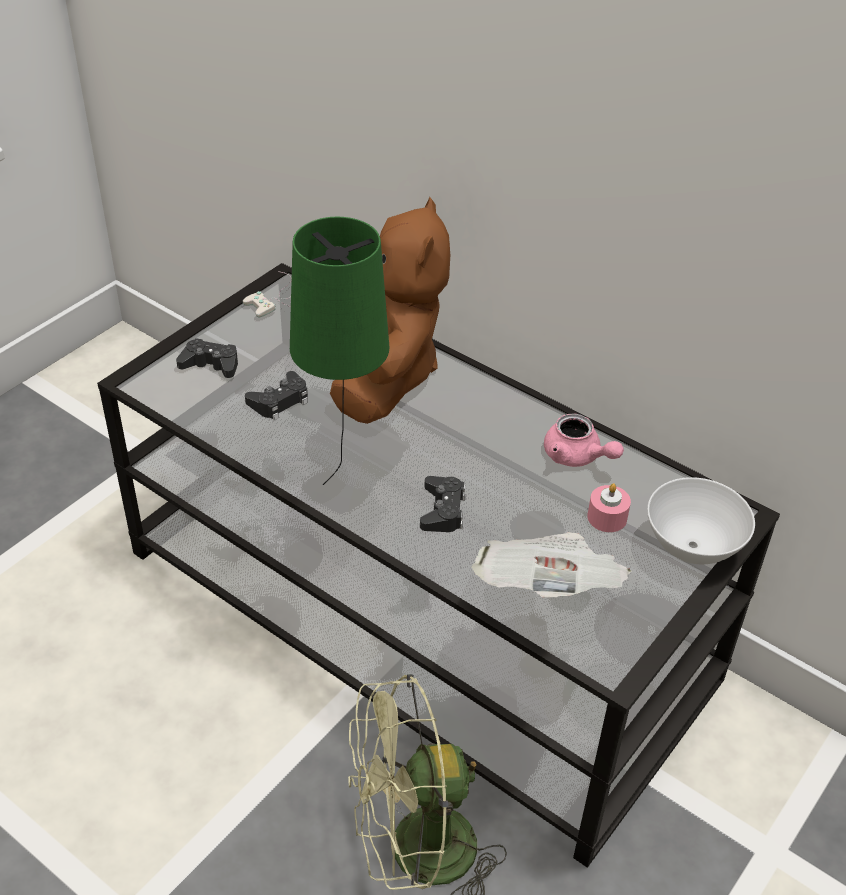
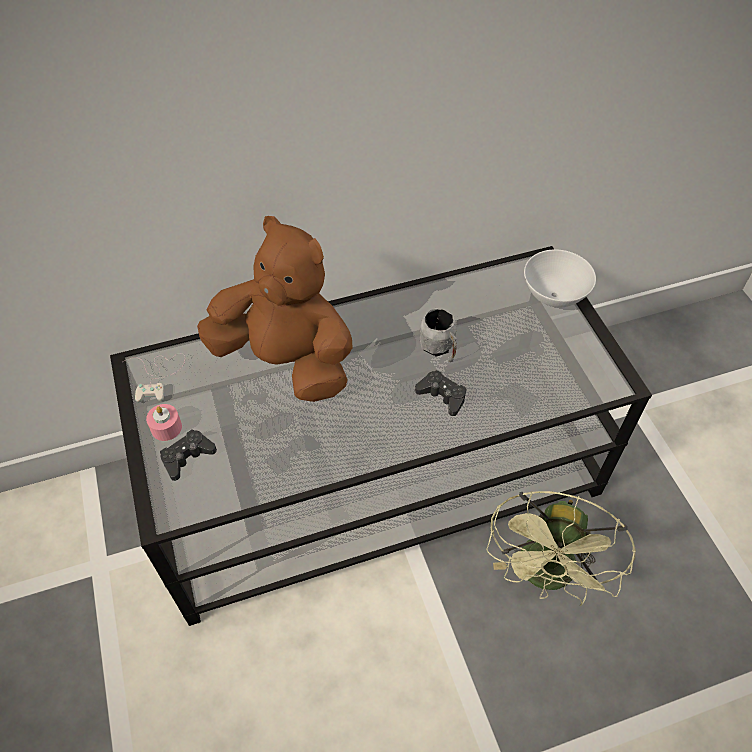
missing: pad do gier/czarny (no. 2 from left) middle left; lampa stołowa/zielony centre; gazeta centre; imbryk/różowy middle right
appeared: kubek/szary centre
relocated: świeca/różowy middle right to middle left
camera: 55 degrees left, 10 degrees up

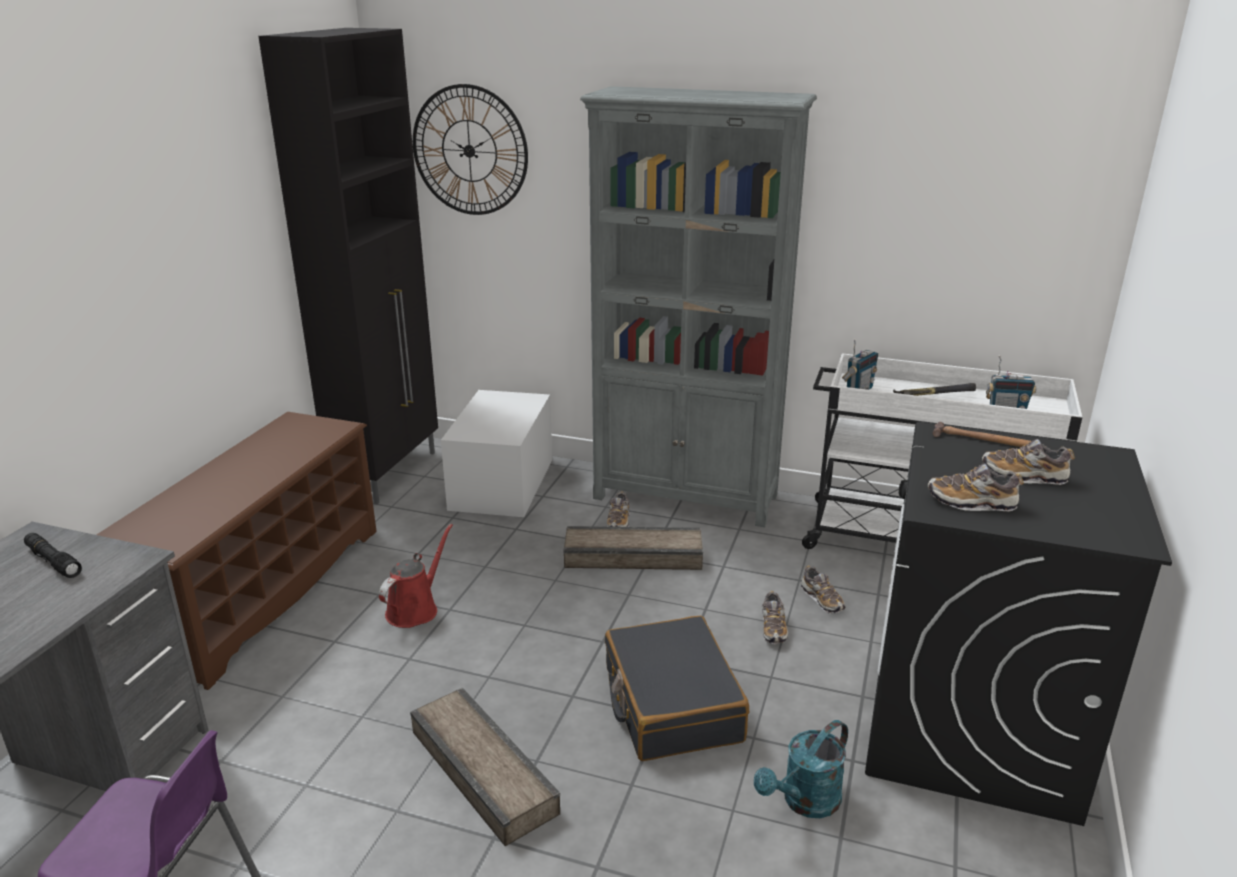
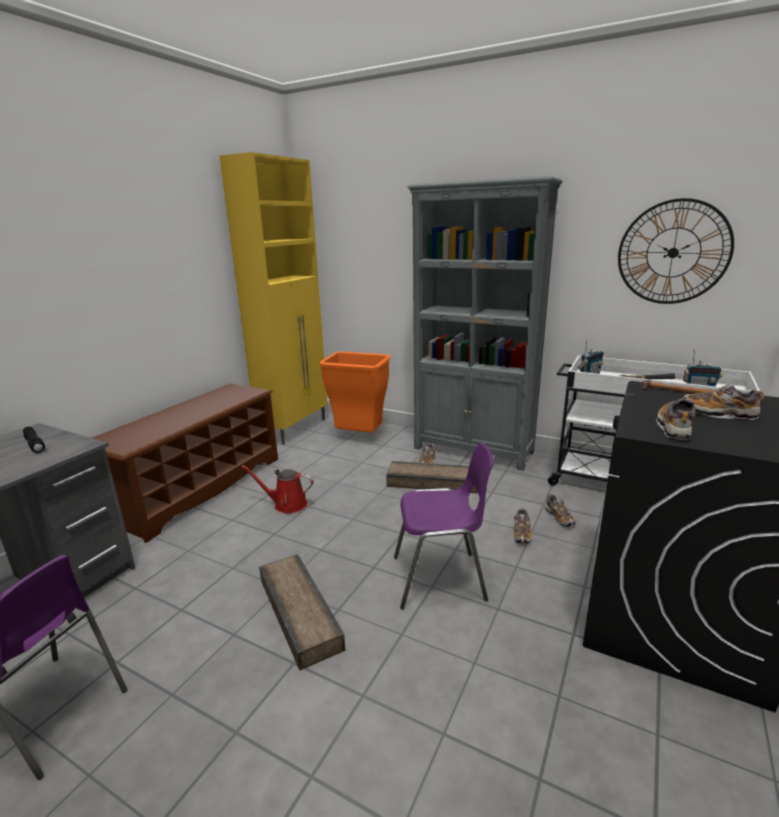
missing: konewka/turkusowy bottom centre
relocated: zegar ścienny top centre to top right
exchanged: pojemnik do przechowywania/biały centre to kosz na śmieci/pomarańczowy centre; walizka/czarny bottom centre to krzesło/fioletowy (no. 2 from left) centre
colour: szafka/czarny top left to szafka/żółty centre
spun: konewka/czerwony centre = centre 120 degrees counterclockwise; but (no. 4 from left) middle right = middle right 90 degrees clockwise
camera: 10 degrees right, 5 degrees down

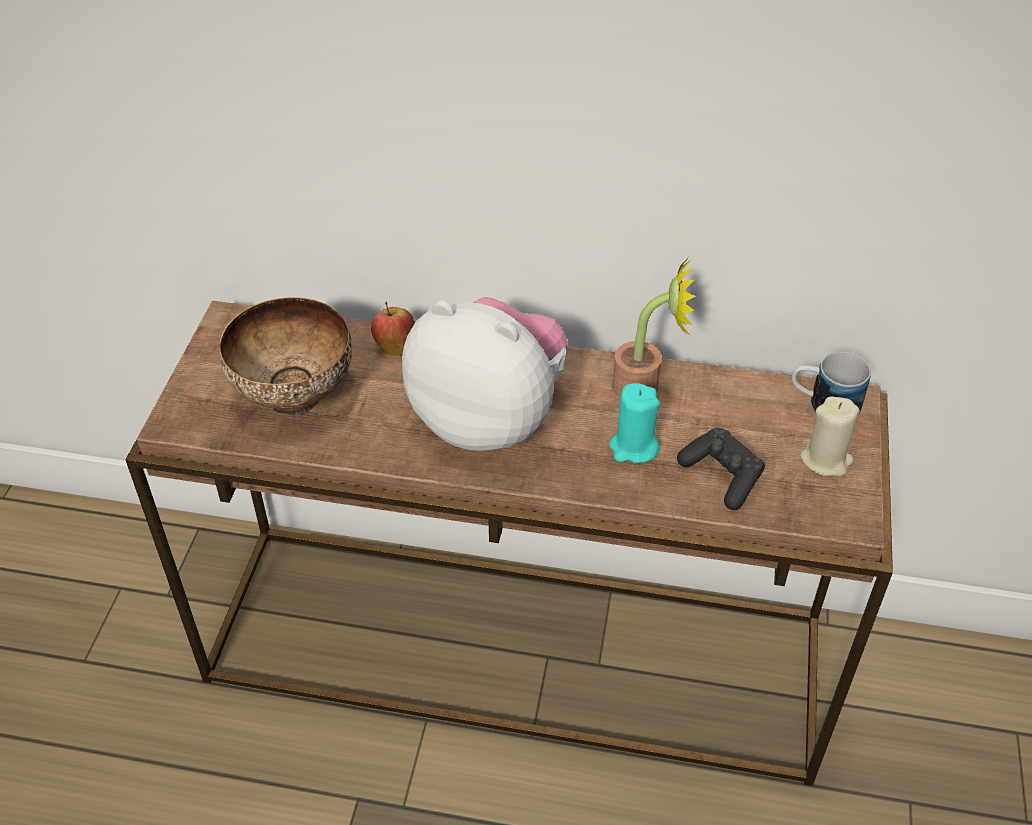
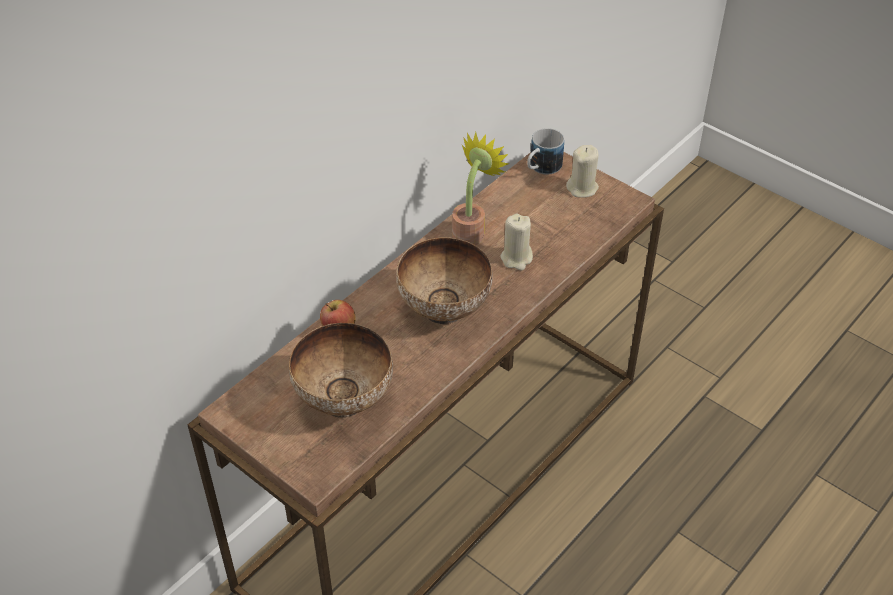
missing: pad do gier/czarny middle right
exchanged: pluszak centre to miska (no. 2 from left) centre
colour: świeca/turkusowy centre to świeca/beżowy (no. 1 from left) centre
camera: 60 degrees left, 0 degrees up

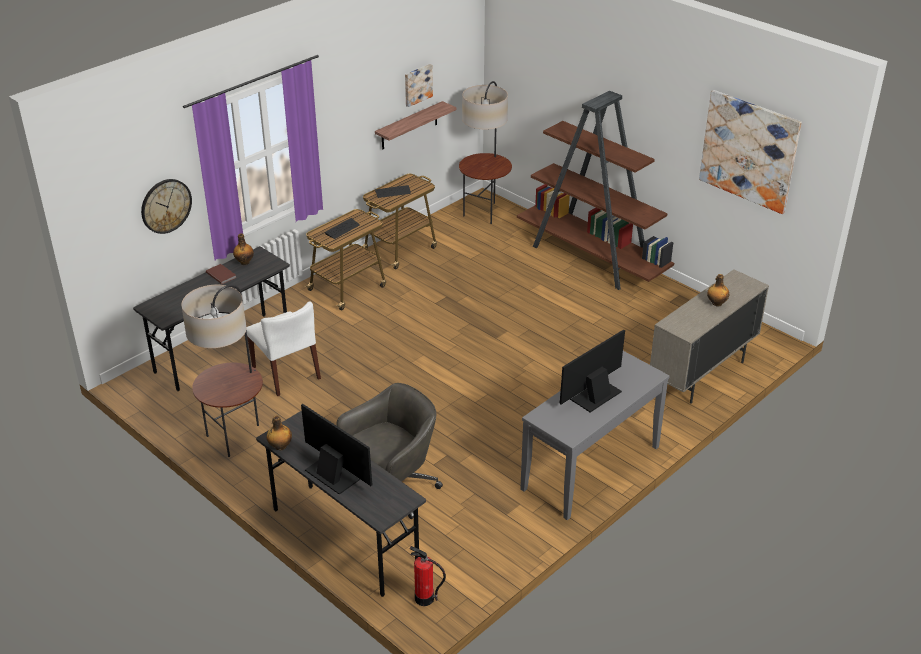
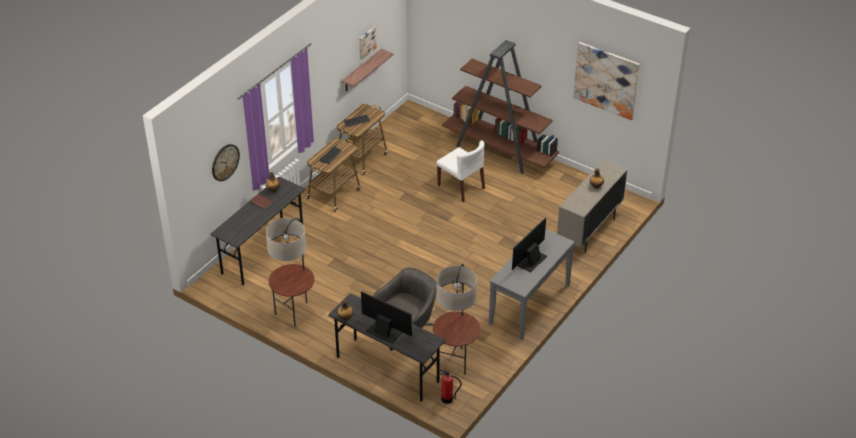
relocated: lampa stojąca (no. 2 from left) top centre to bottom centre; krzesło/biały middle left to centre
camera: 10 degrees left, 5 degrees up

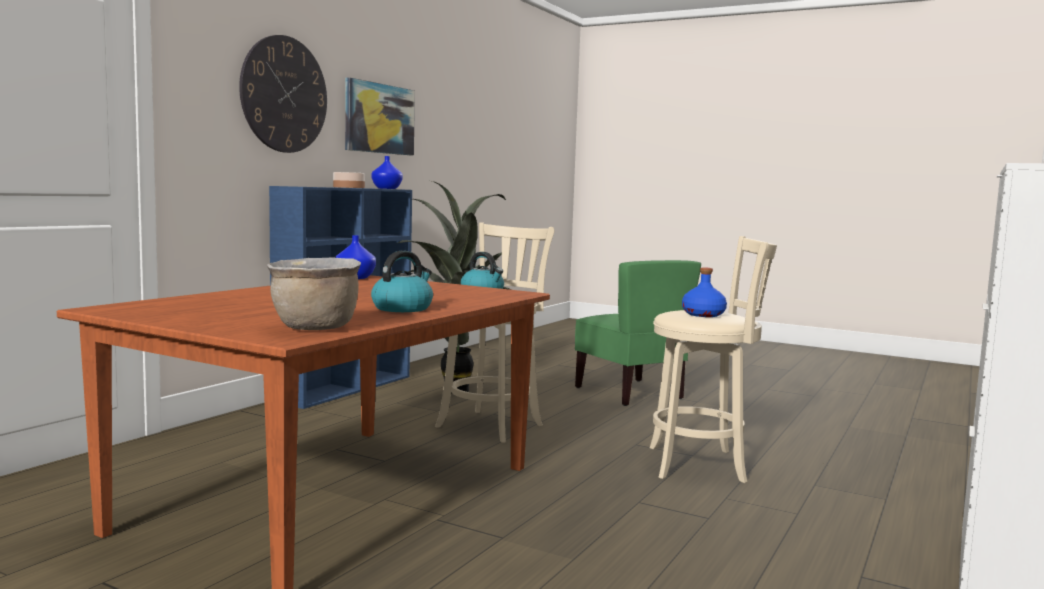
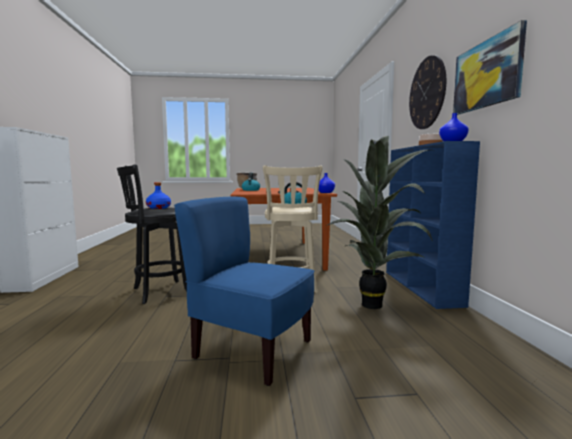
colour: stołek/beżowy (no. 2 from left) middle right to stołek/czarny middle left; krzesło/zielony centre to krzesło/niebieski centre
camera: 145 degrees right, 0 degrees up

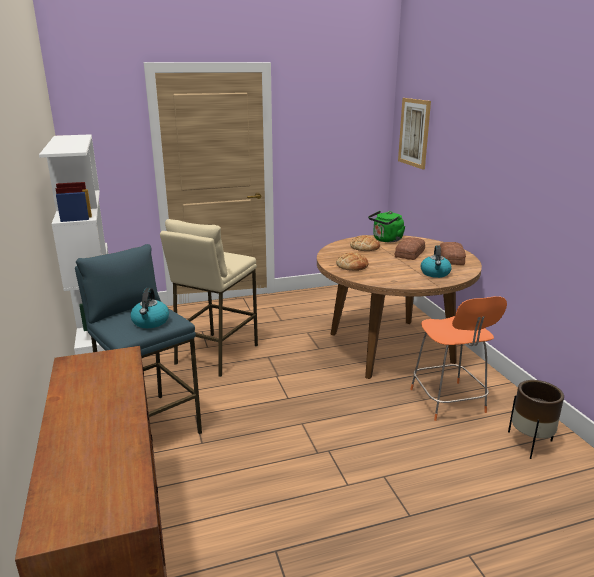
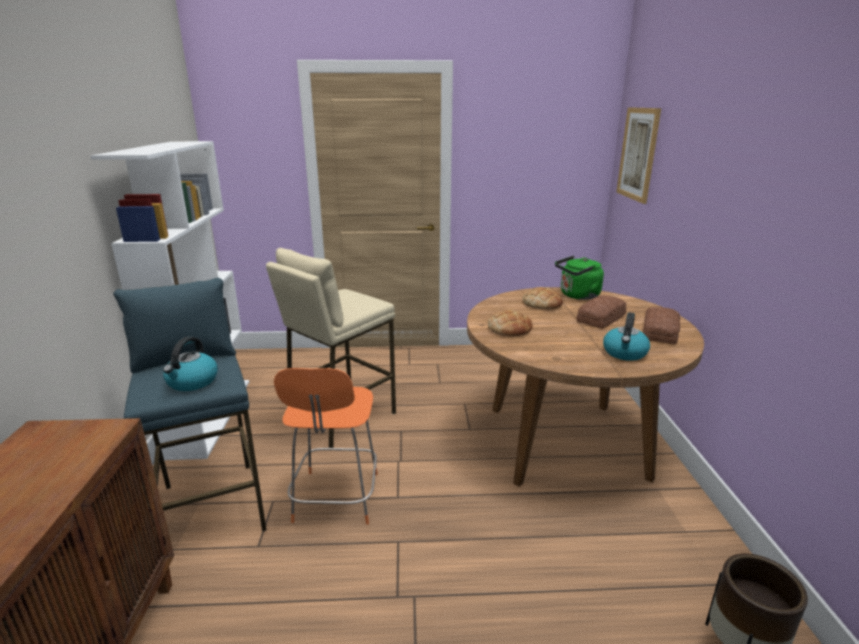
relocated: krzesło/pomarańczowy middle right to bottom centre
camera: 15 degrees right, 0 degrees up

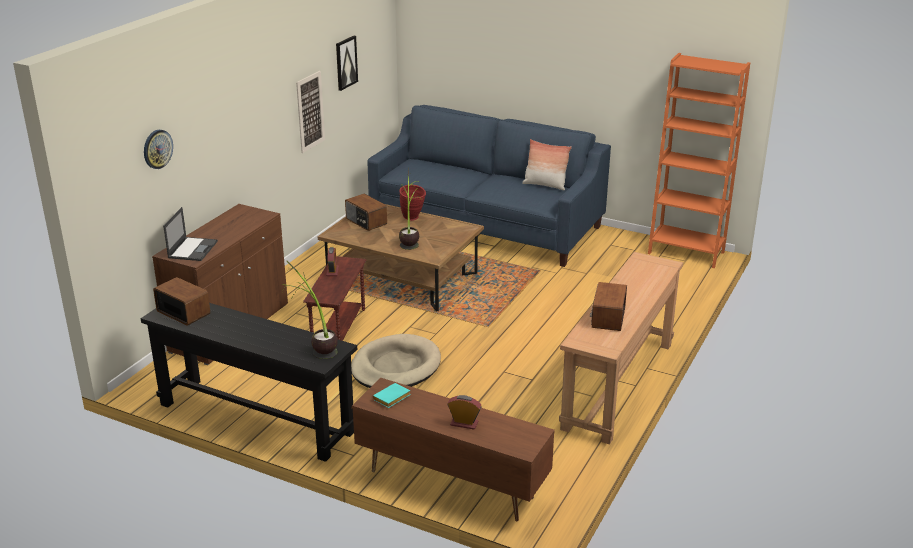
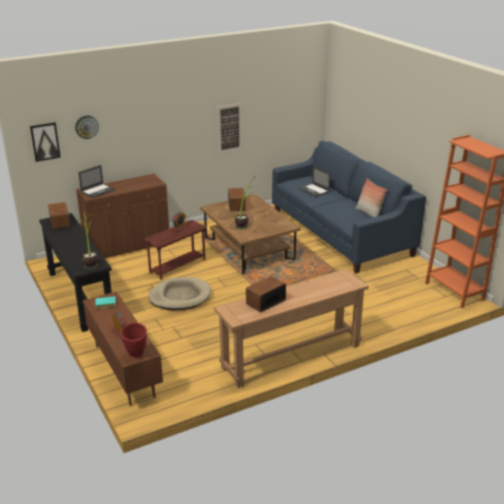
appeared: laptop (no. 2 from left) centre
relocated: obraz (no. 2 from left in the first image) top centre to obraz (no. 1 from left) top left; wazon/czerwony centre to bottom left
camera: 35 degrees right, 0 degrees up

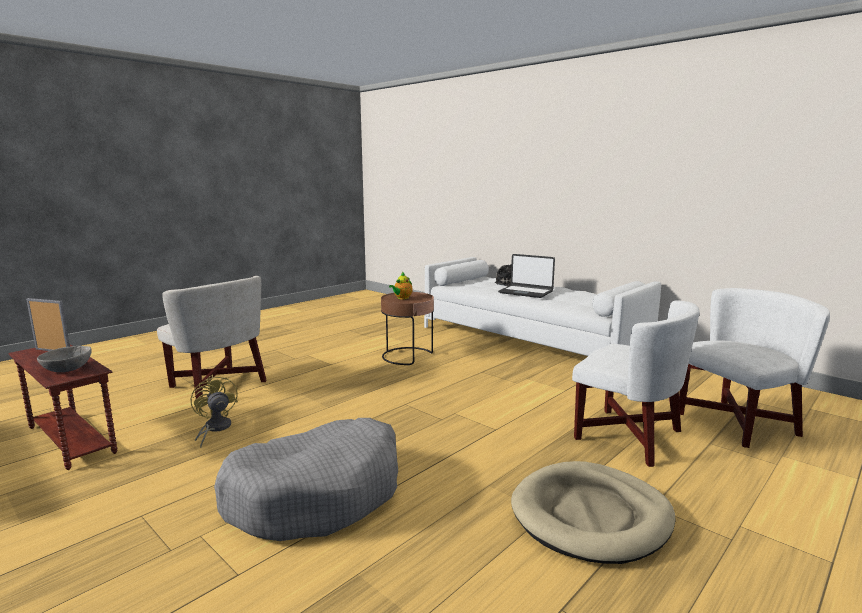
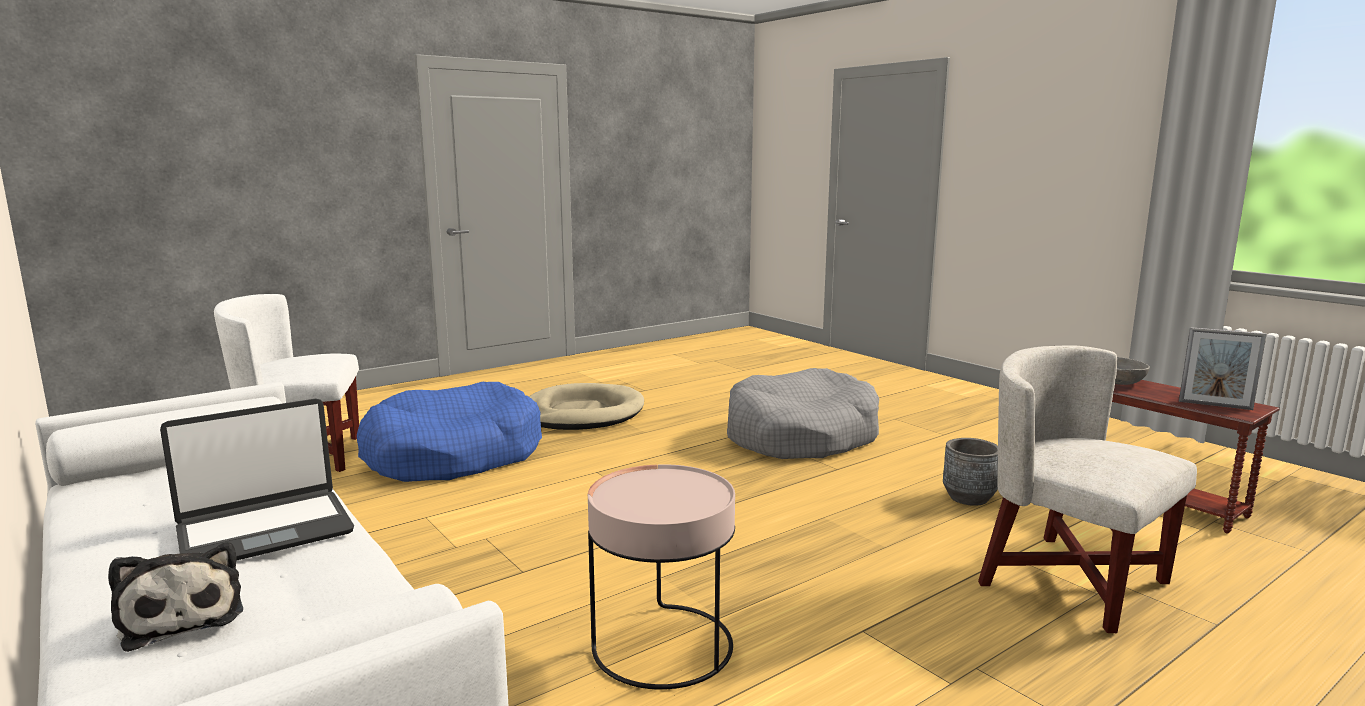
missing: imbryk centre
exchanged: fotel/biały (no. 2 from left) middle right to legowisko/niebieski middle left; wentylator/żółty bottom left to donica/szary bottom right
colour: stolik/brązowy (no. 2 from left) centre to stolik/różowy bottom centre
spun: laptop centre = bottom left 105 degrees clockwise
camera: 170 degrees left, 0 degrees up

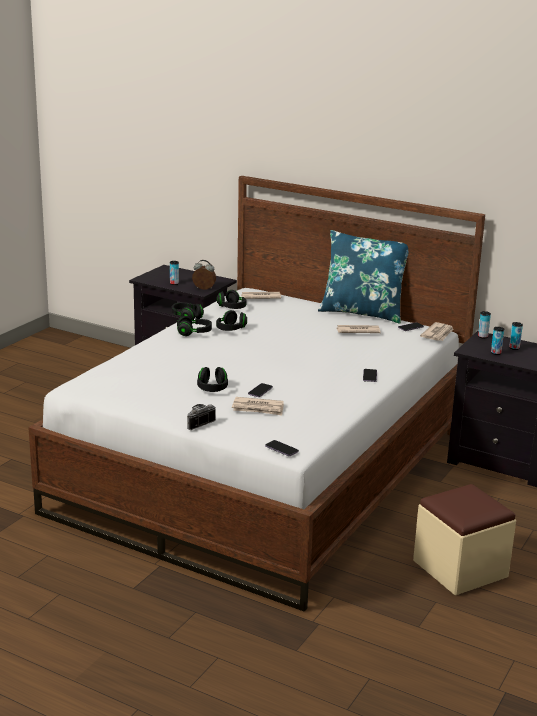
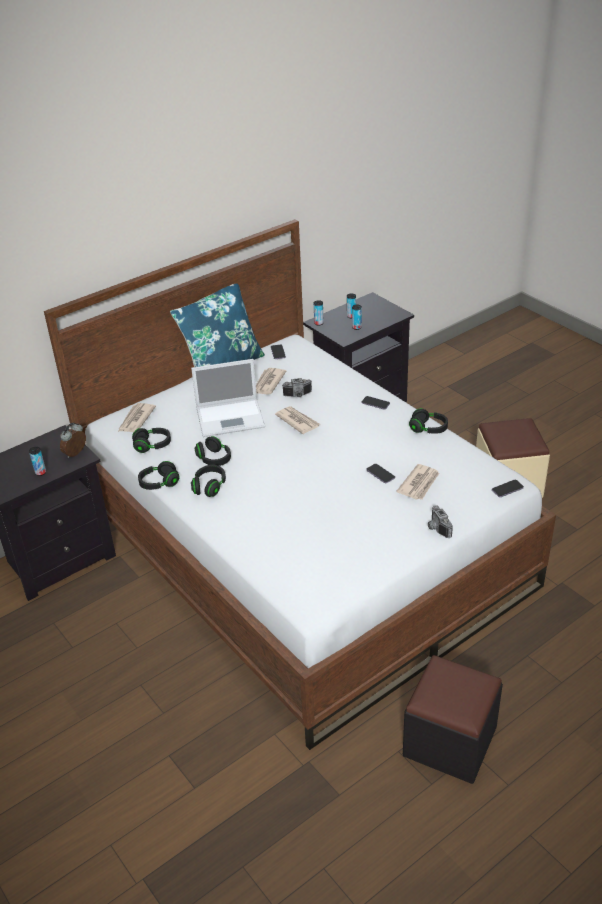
appeared: laptop centre; aparat fotograficzny (no. 1 from left) centre; pufa/czarny bottom right
relocated: gazeta (no. 4 from left in the first image) middle right to gazeta (no. 3 from left) centre; słuchawki/czarny (no. 3 from left in the first image) centre to słuchawki/czarny (no. 5 from left) middle right
camera: 65 degrees left, 15 degrees up

